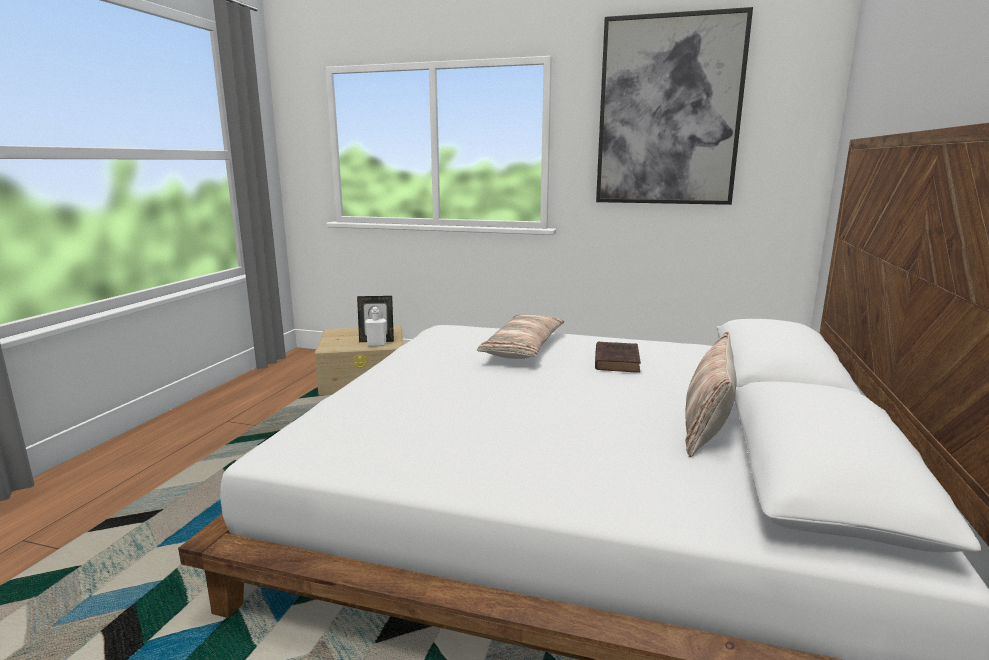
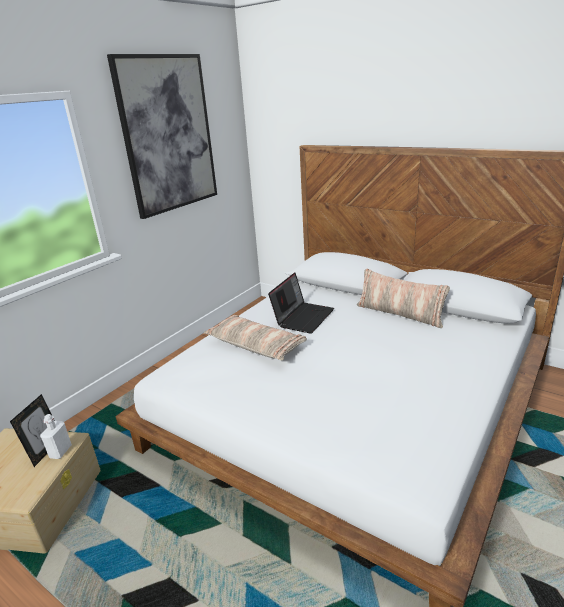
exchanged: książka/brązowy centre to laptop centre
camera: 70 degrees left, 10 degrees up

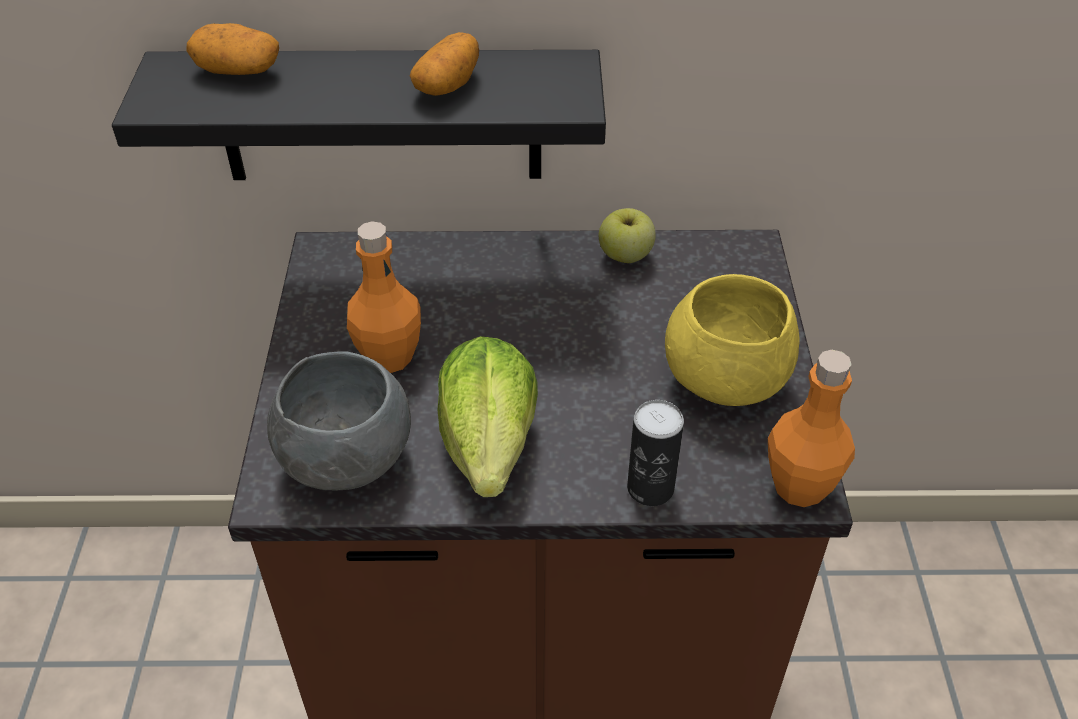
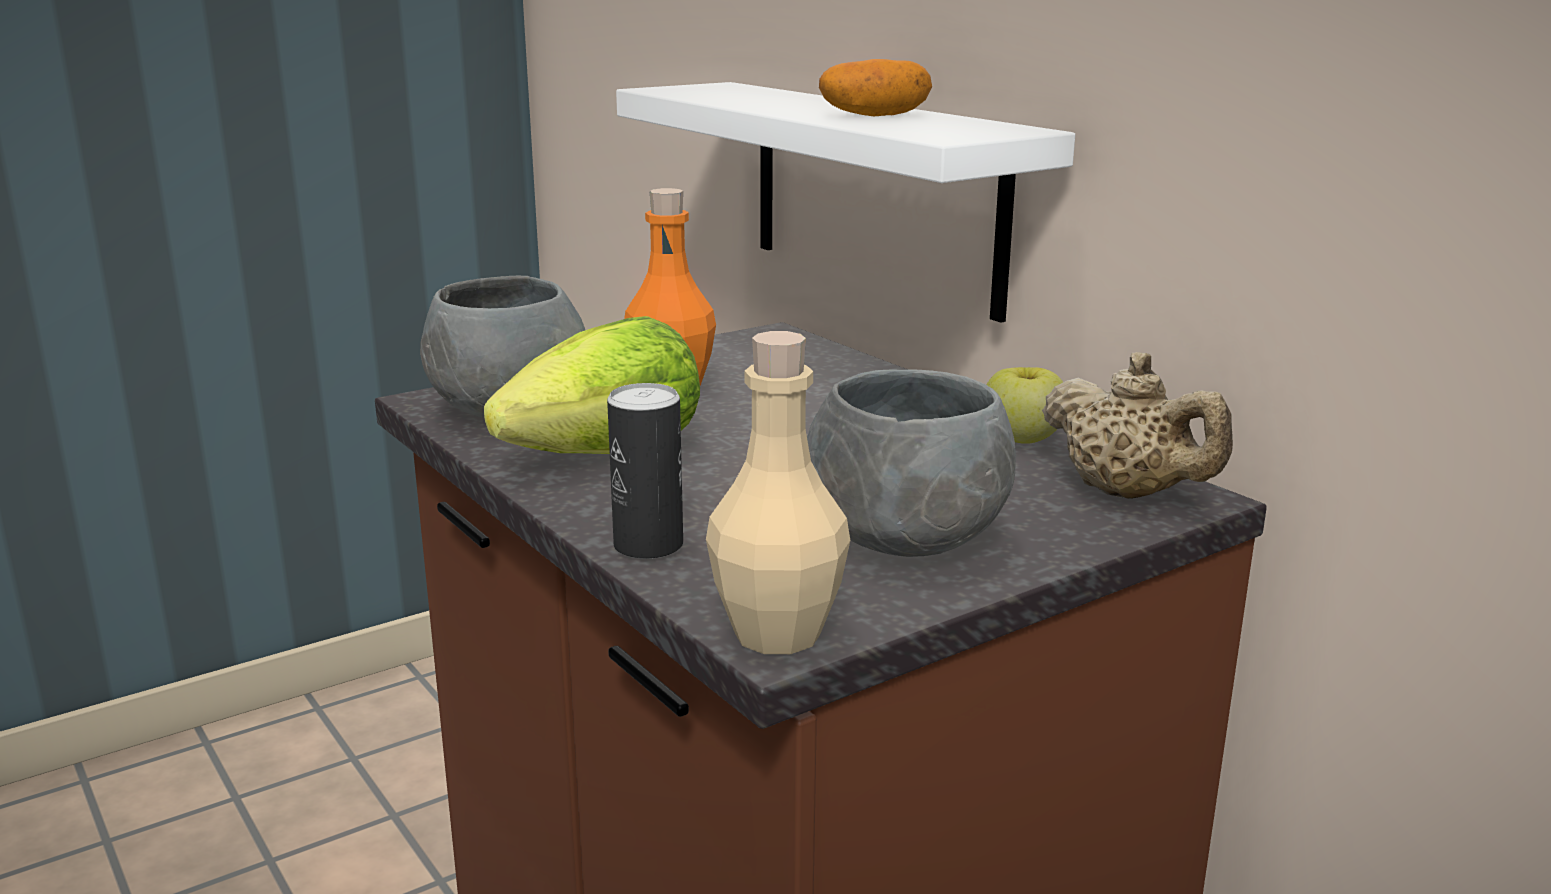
missing: ziemniak (no. 1 from left) top left
appeared: imbryk/beżowy middle right
colour: półka/czarny top left to półka/biały top centre; butelka/pomarańczowy (no. 2 from left) middle right to butelka/beżowy centre; miska/żółty middle right to miska/szary (no. 2 from left) centre
camera: 55 degrees right, 25 degrees down

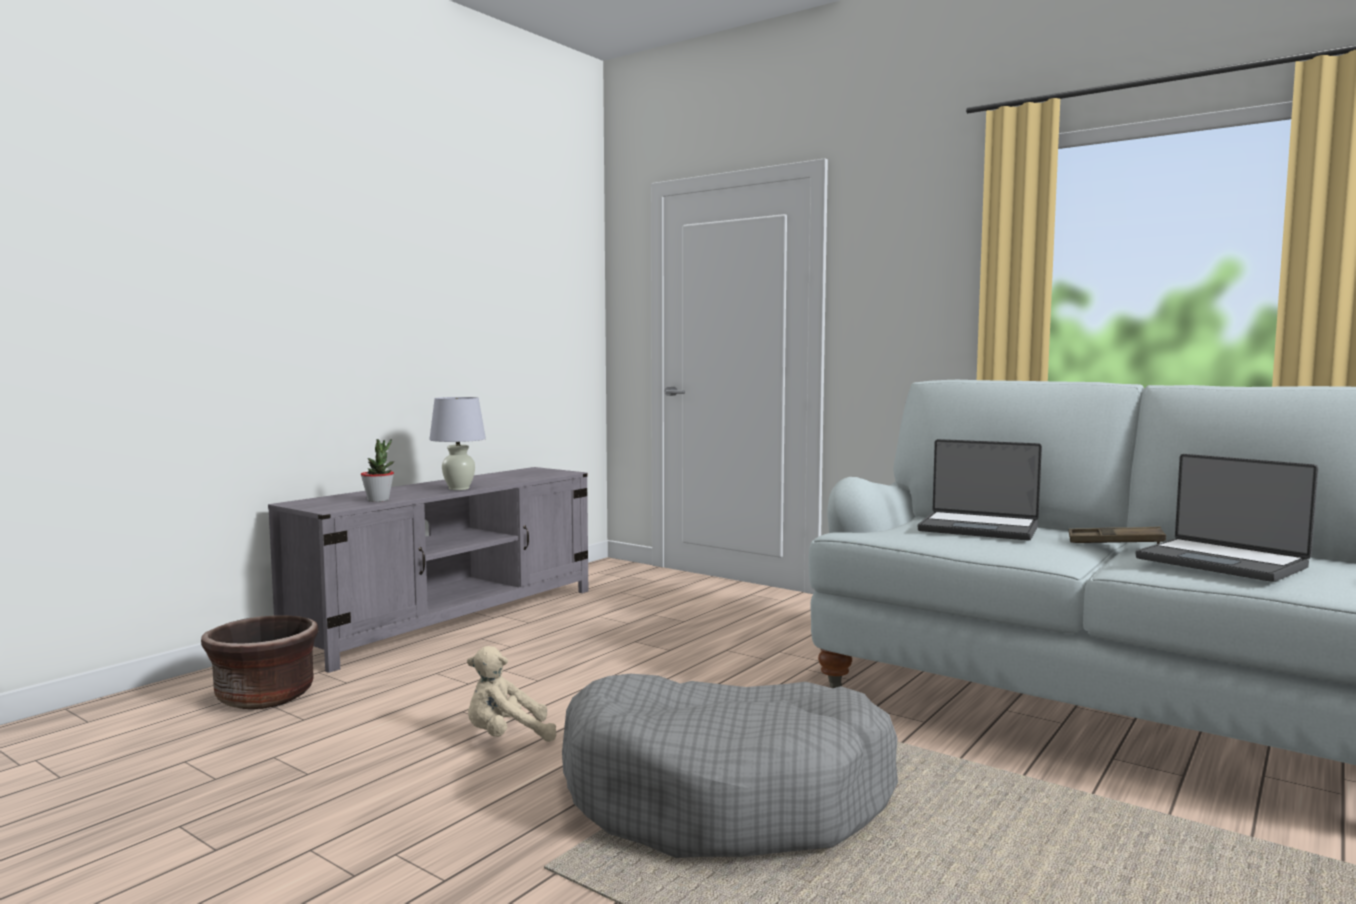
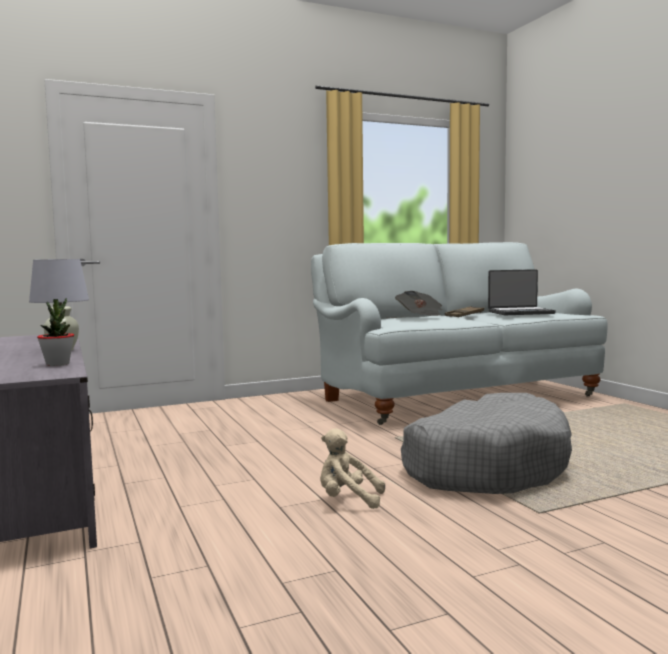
missing: donica/brązowy bottom left
exchanged: laptop (no. 1 from left) middle right to gazeta centre
spun: pluszak/beżowy bottom centre = bottom centre 90 degrees clockwise
camera: 60 degrees left, 0 degrees up

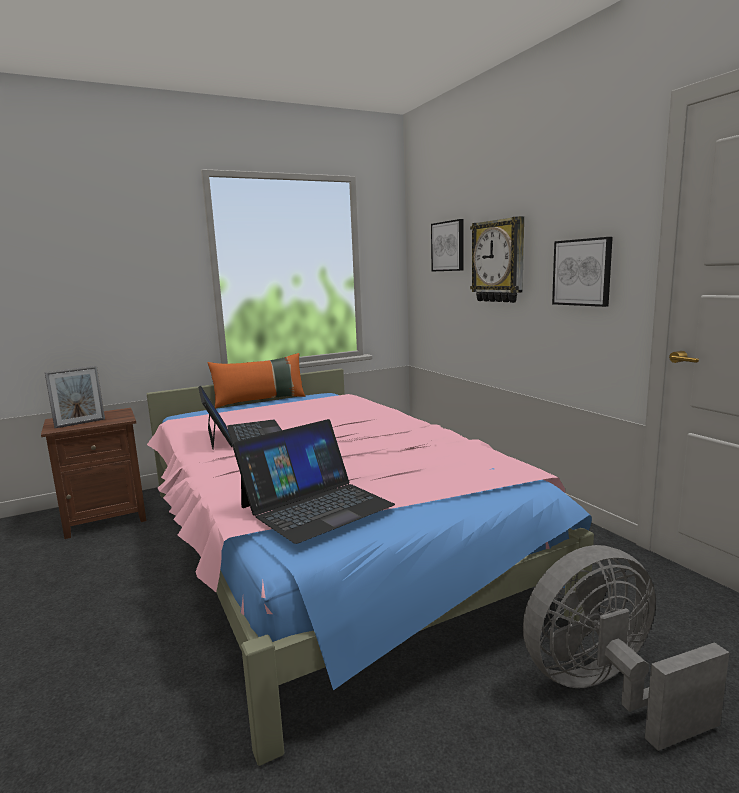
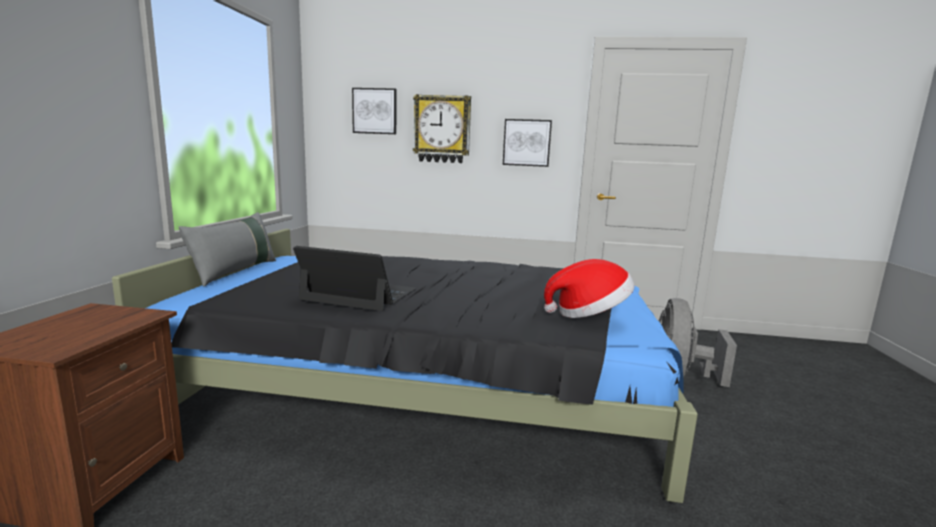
missing: ramka na zdjęcie middle left
exchanged: laptop (no. 2 from left) centre to kapelusz centre
colour: łóżko/różowy bottom centre to łóżko/czarny bottom centre; poduszka/pomarańczowy centre to poduszka/szary middle left
camera: 55 degrees left, 0 degrees up

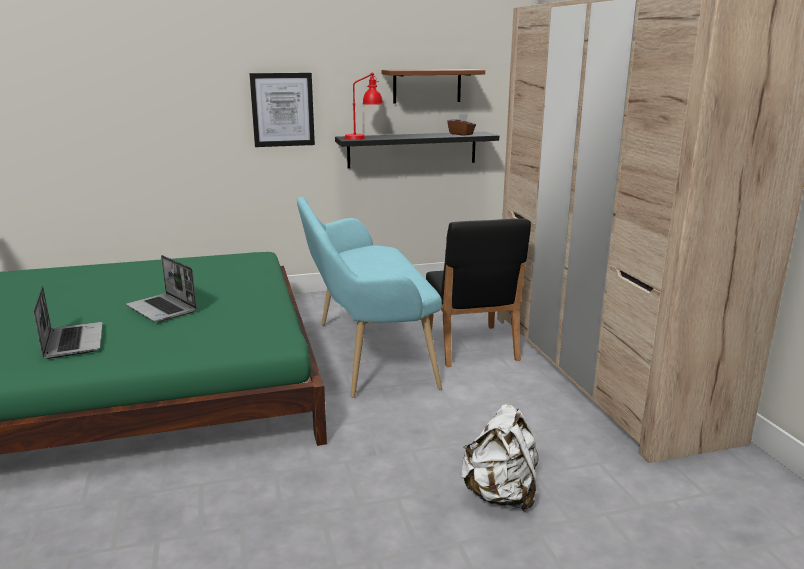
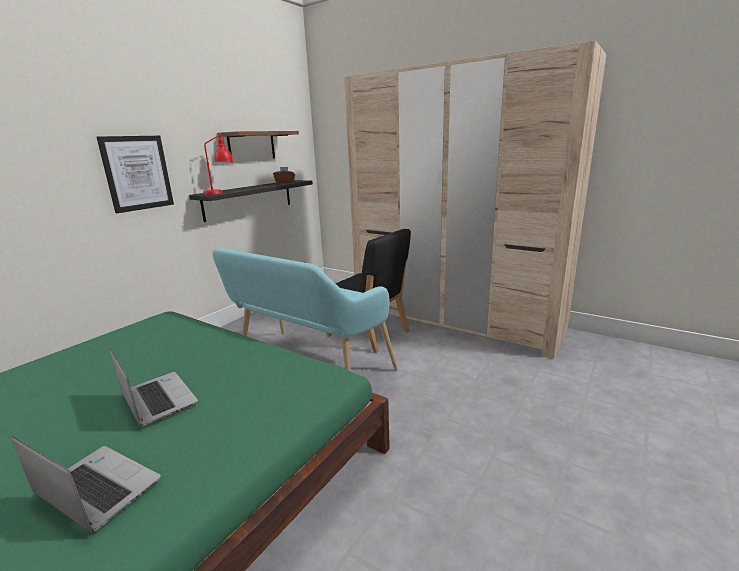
missing: plecak/biały bottom centre
spun: laptop (no. 2 from left) middle left = bottom left 135 degrees counterclockwise
camera: 40 degrees left, 0 degrees up

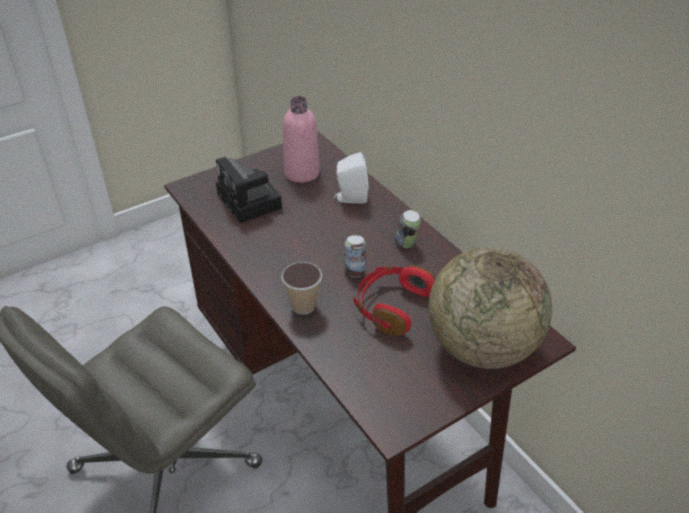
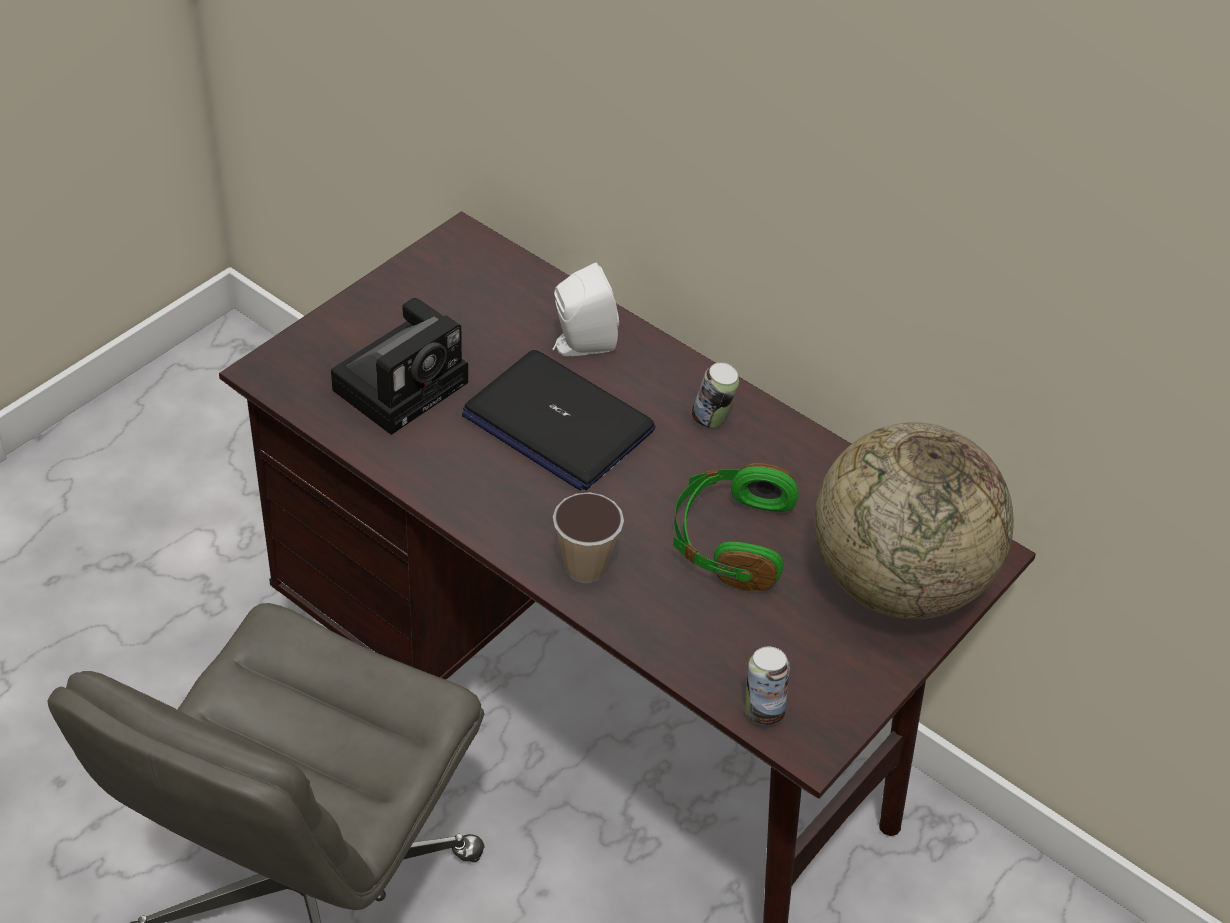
missing: butelka/różowy top centre
appeared: laptop centre
relocated: puszka (no. 1 from left in the first image) centre to puszka (no. 2 from left) bottom centre
colour: słuchawki/czerwony centre to słuchawki/zielony centre
spun: aparat fotograficzny centre = middle left 90 degrees counterclockwise
camera: 20 degrees left, 5 degrees up

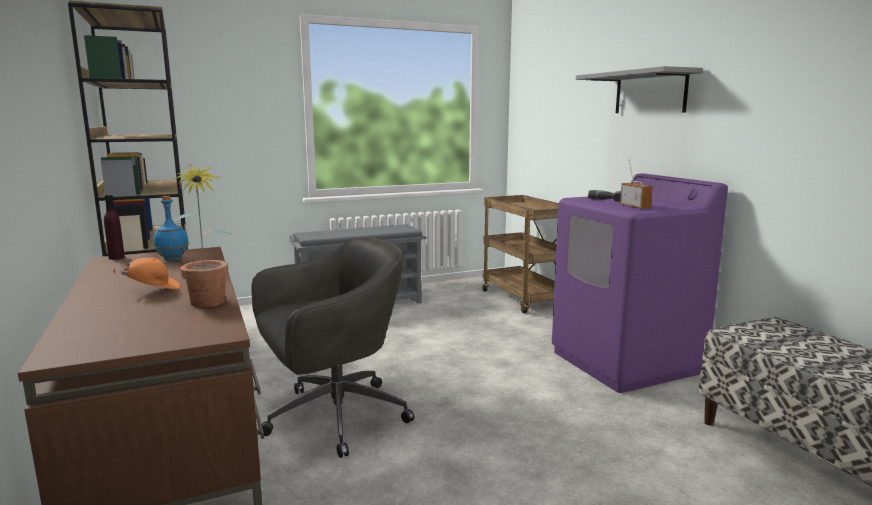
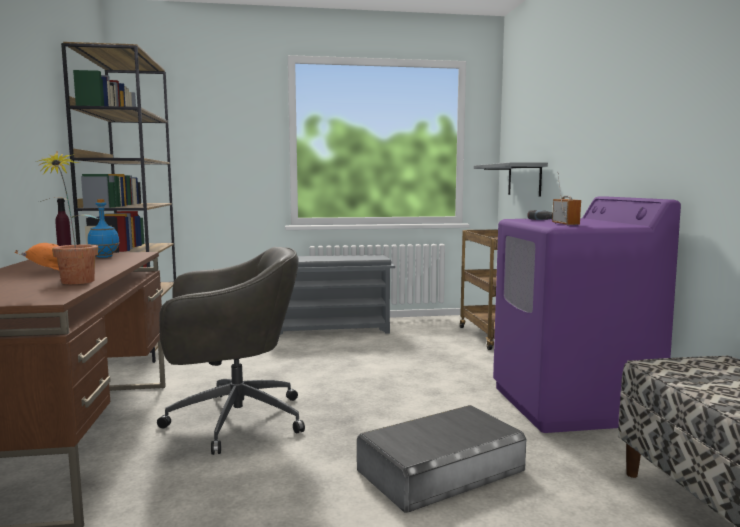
appeared: pojemnik do przechowywania/szary bottom centre
relocated: półka/szary top right to middle right
camera: 15 degrees right, 5 degrees down

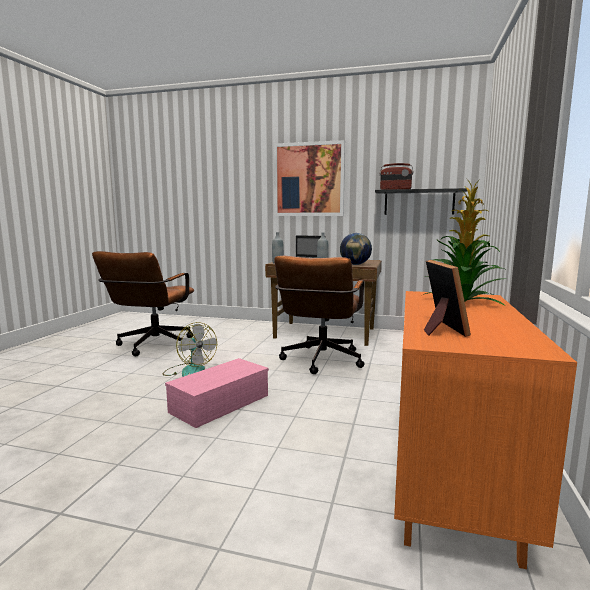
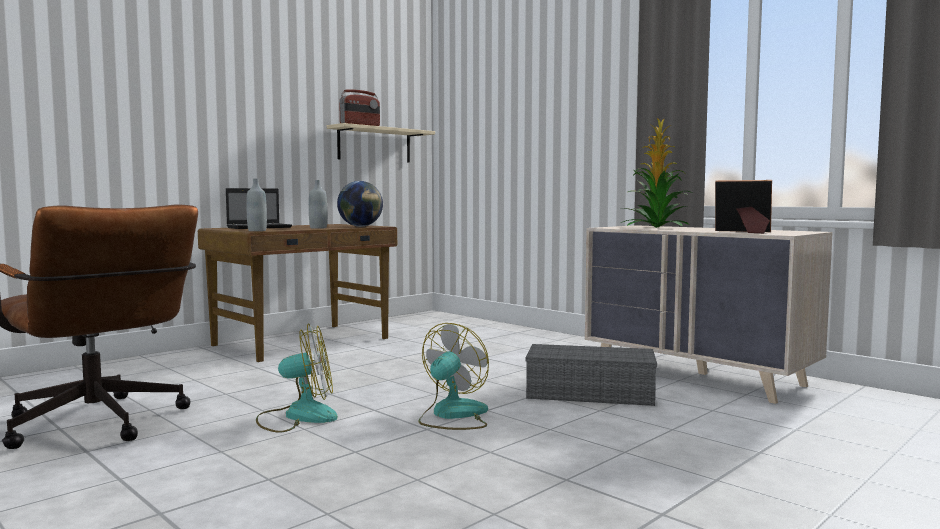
missing: obraz top centre; krzesło biurowe/brązowy (no. 2 from left) centre
appeared: pojemnik do przechowywania/szary bottom centre
exchanged: pojemnik do przechowywania/różowy centre to wentylator (no. 2 from left) bottom centre
colour: półka/czarny middle right to półka/beżowy top centre; komoda/pomarańczowy bottom right to komoda/beżowy middle right
camera: 60 degrees left, 5 degrees down

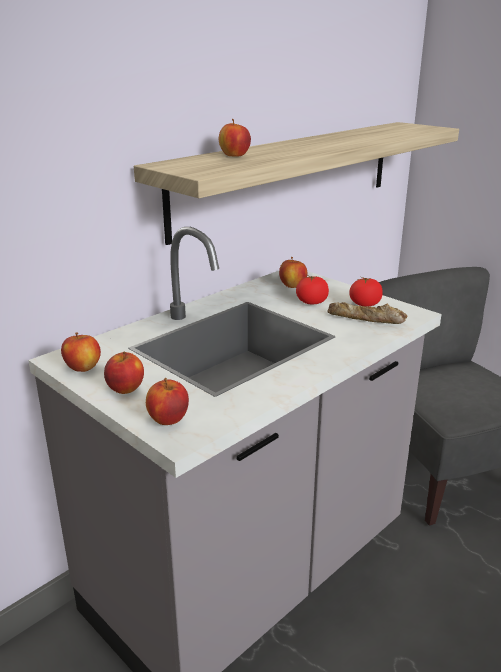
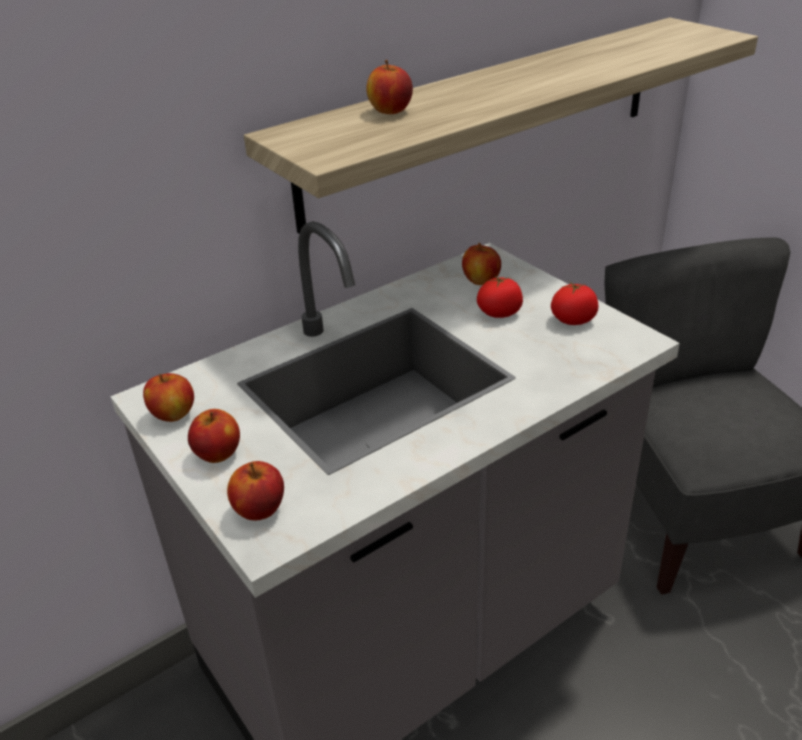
missing: chleb middle right
camera: 10 degrees right, 10 degrees up

